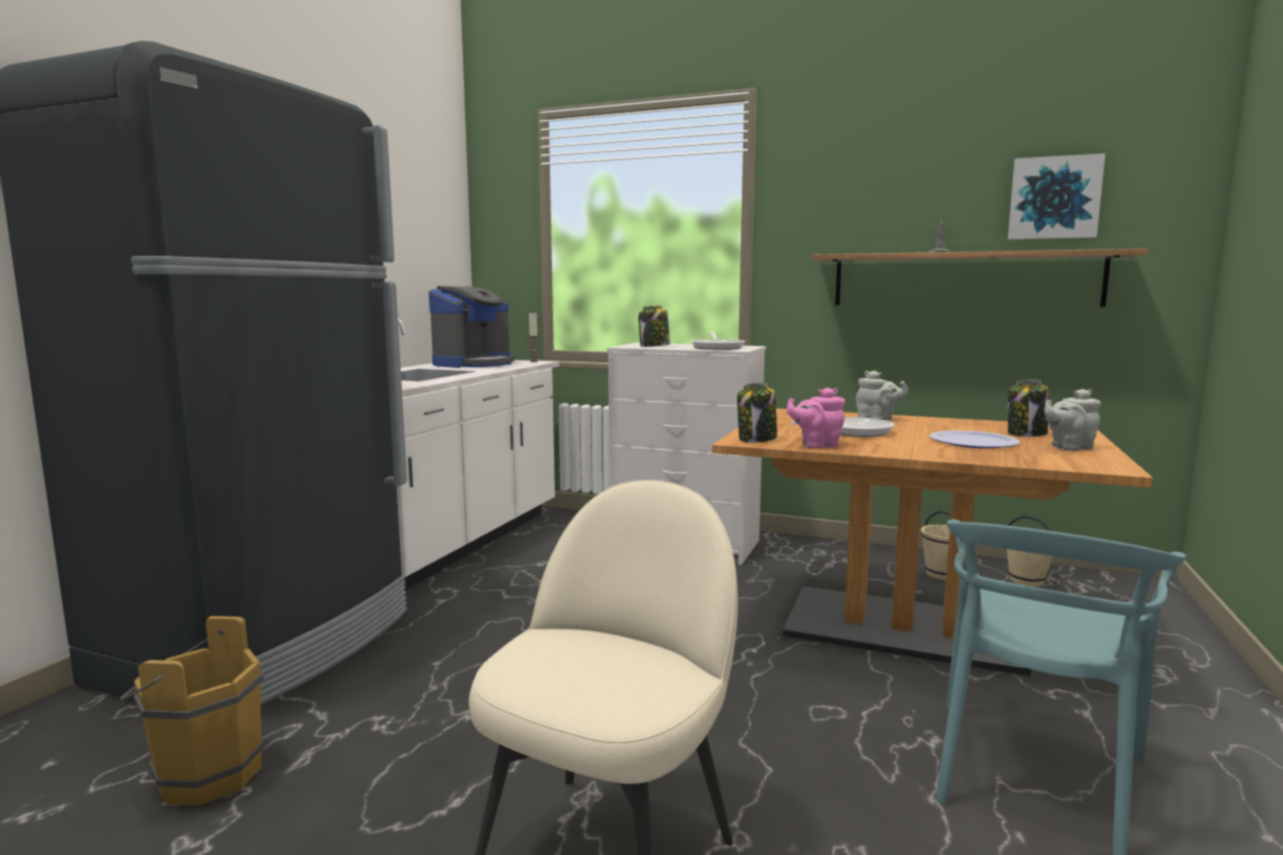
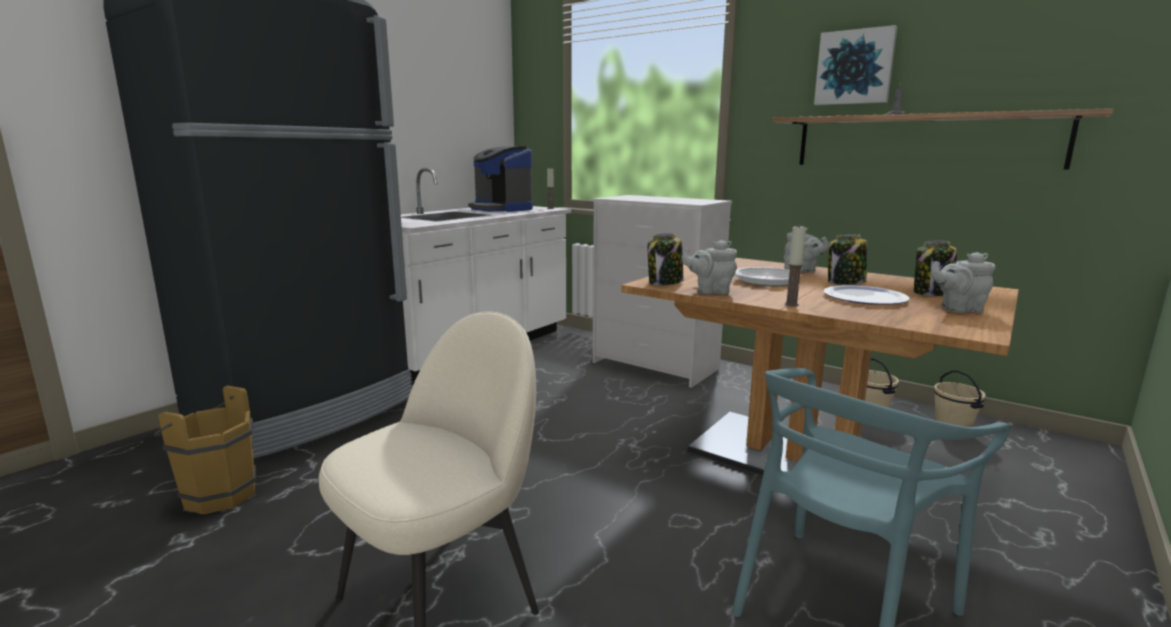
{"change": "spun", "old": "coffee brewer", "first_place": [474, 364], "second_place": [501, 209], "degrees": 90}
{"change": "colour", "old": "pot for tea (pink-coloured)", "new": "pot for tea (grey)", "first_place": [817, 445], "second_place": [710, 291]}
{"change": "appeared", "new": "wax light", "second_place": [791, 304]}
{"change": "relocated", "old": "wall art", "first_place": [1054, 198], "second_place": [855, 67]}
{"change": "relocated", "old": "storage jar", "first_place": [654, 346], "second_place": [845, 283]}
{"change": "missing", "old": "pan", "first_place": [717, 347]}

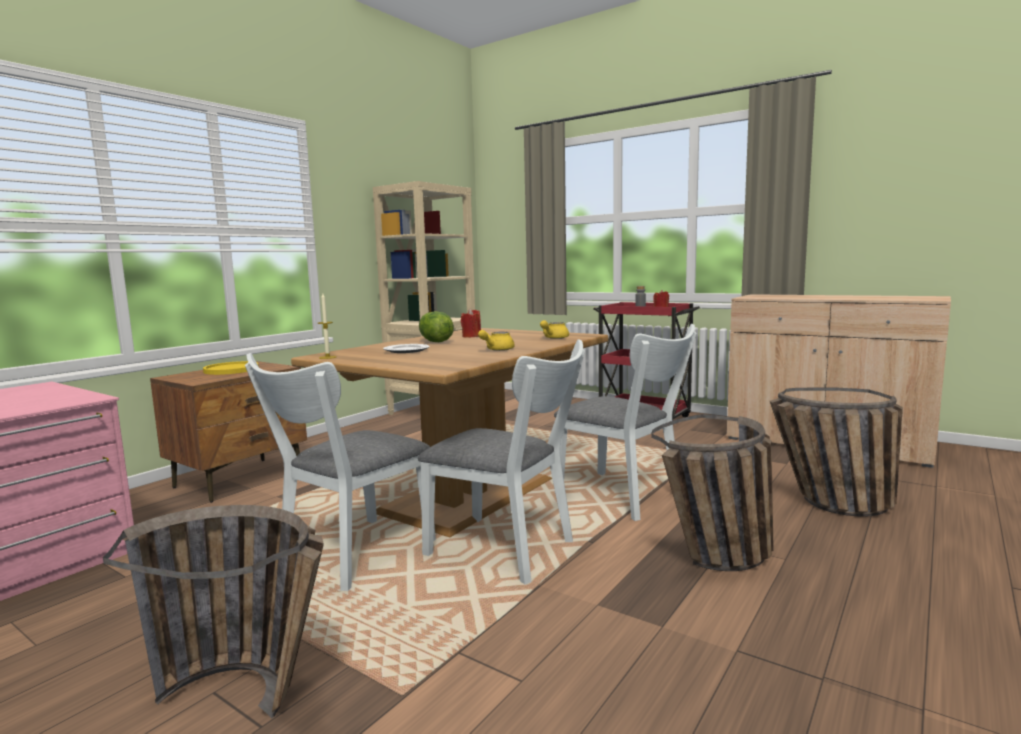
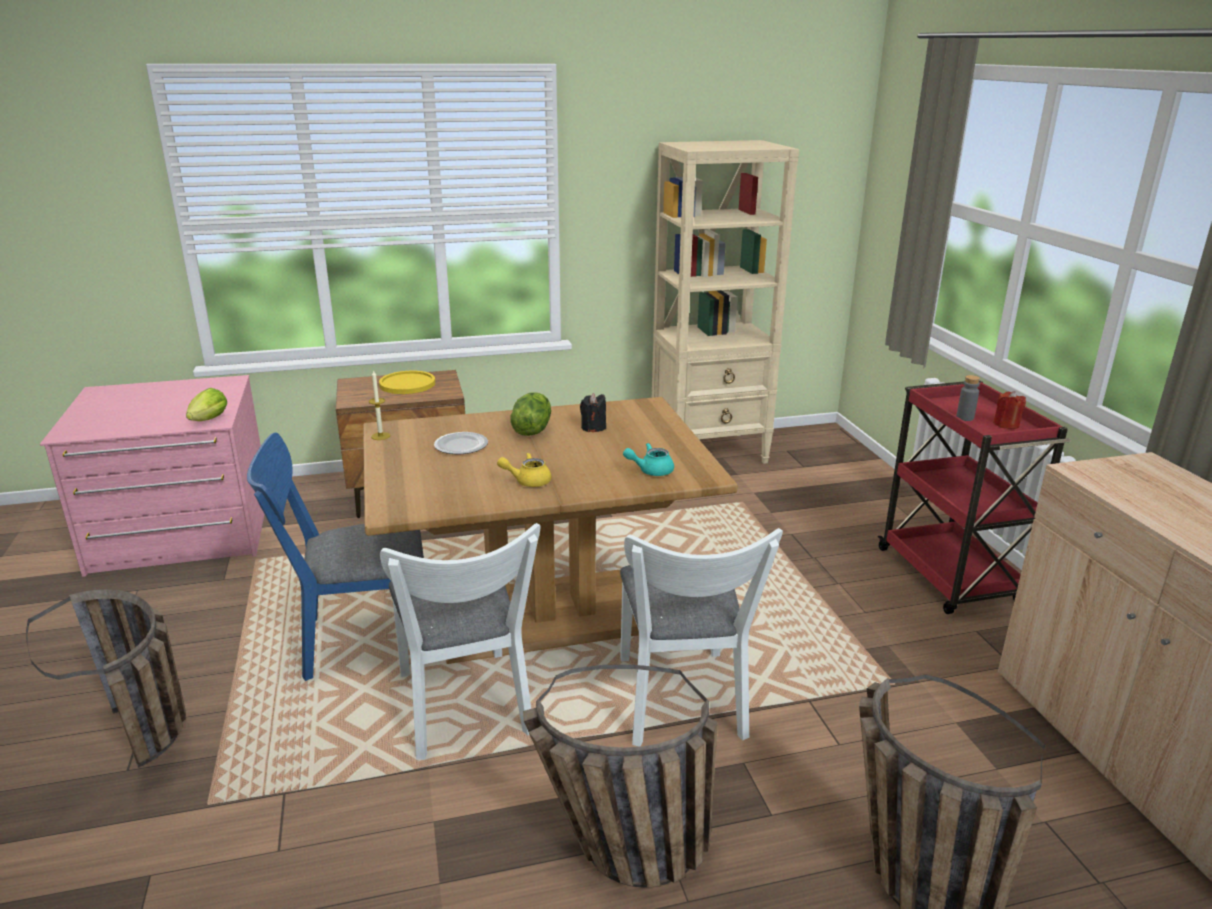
{"change": "appeared", "new": "head of lettuce", "second_place": [207, 421]}
{"change": "colour", "old": "plain chair (white)", "new": "plain chair (blue-coloured)", "first_place": [350, 557], "second_place": [356, 643]}
{"change": "colour", "old": "wax light (red)", "new": "wax light (black-coloured)", "first_place": [471, 336], "second_place": [593, 427]}
{"change": "colour", "old": "pot for tea (yellow)", "new": "pot for tea (turquoise)", "first_place": [553, 338], "second_place": [650, 471]}

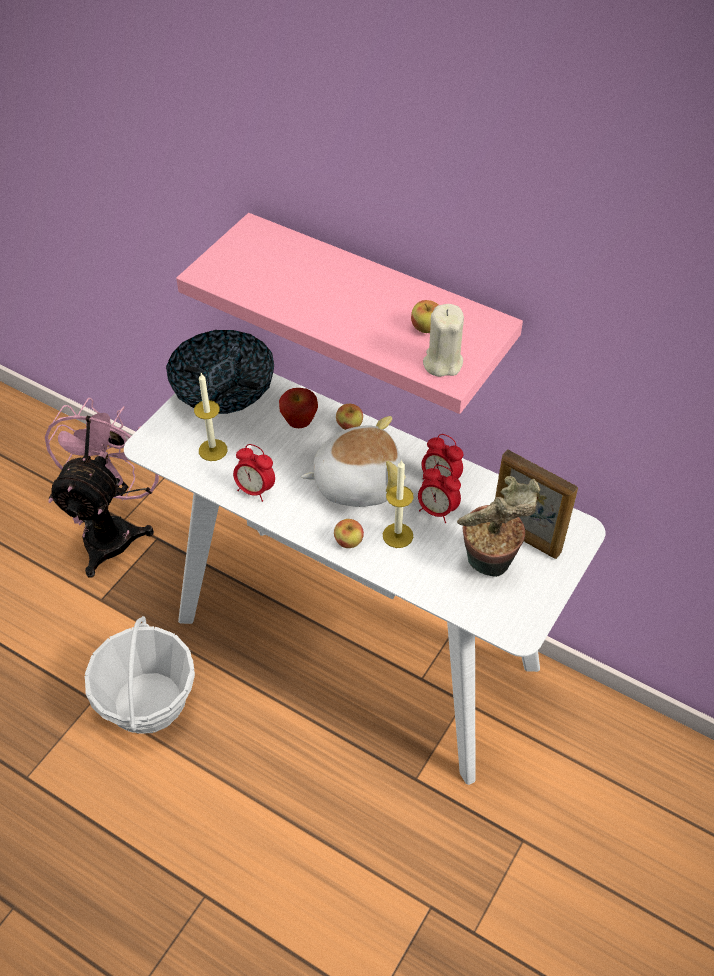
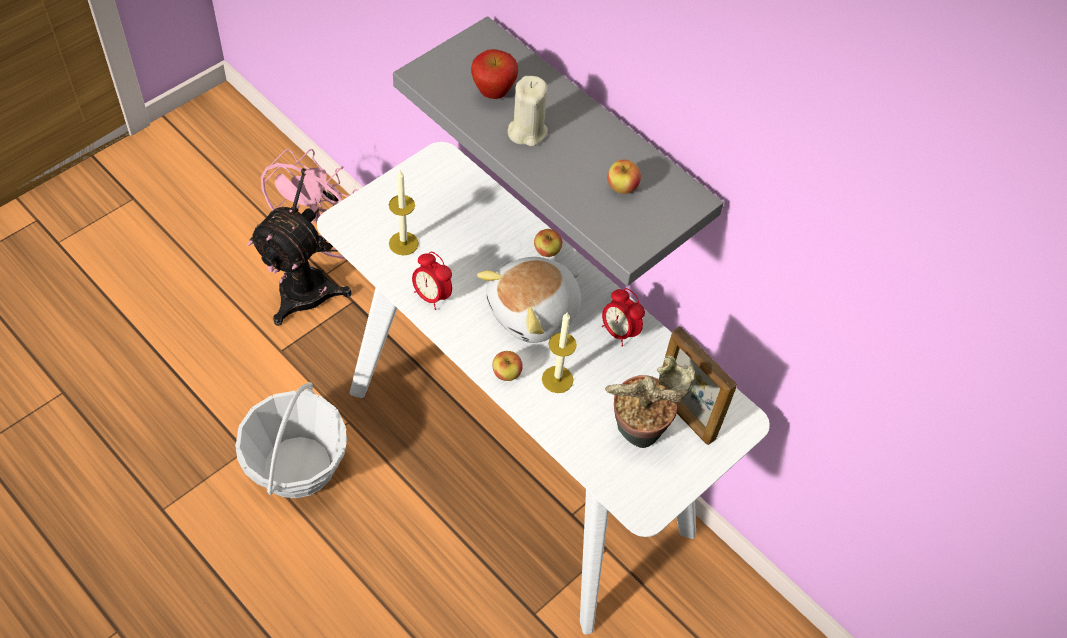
{"change": "colour", "old": "shelf (pink-coloured)", "new": "shelf (grey)", "first_place": [378, 303], "second_place": [594, 140]}
{"change": "relocated", "old": "apple fruit", "first_place": [299, 424], "second_place": [493, 94]}
{"change": "spun", "old": "plush toy", "first_place": [356, 482], "second_place": [535, 312], "degrees": 135}
{"change": "relocated", "old": "wax light (beige)", "first_place": [442, 363], "second_place": [527, 131]}
{"change": "missing", "old": "bowl", "first_place": [224, 393]}
{"change": "missing", "old": "alarm clock", "first_place": [437, 511]}

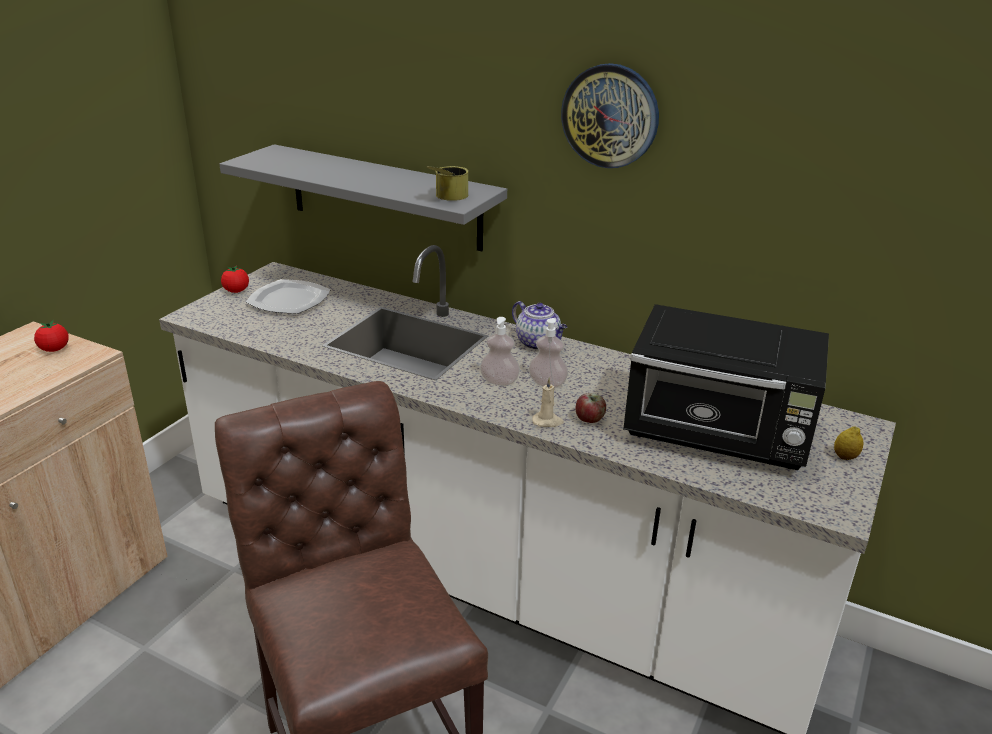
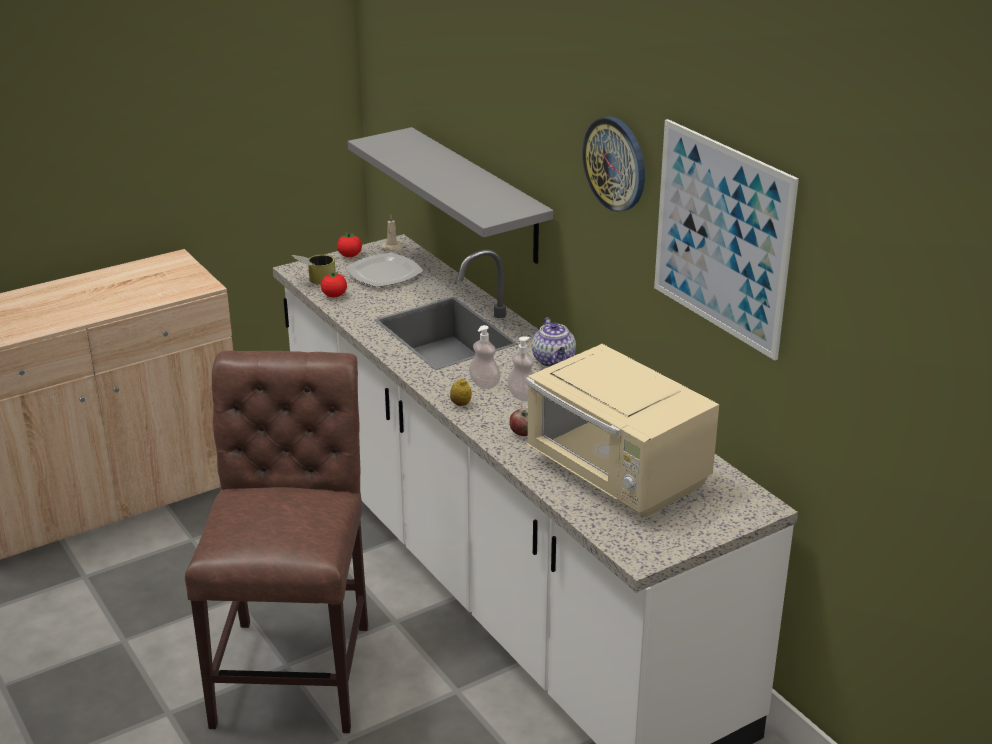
{"change": "relocated", "old": "can", "first_place": [447, 198], "second_place": [315, 281]}
{"change": "relocated", "old": "tomato", "first_place": [54, 349], "second_place": [334, 295]}
{"change": "relocated", "old": "wax light (beige)", "first_place": [548, 421], "second_place": [393, 248]}
{"change": "relocated", "old": "citrus fruit", "first_place": [845, 457], "second_place": [461, 404]}
{"change": "colour", "old": "microwave (black-coloured)", "new": "microwave (beige)", "first_place": [718, 434], "second_place": [617, 474]}
{"change": "appeared", "new": "wall art", "second_place": [722, 237]}

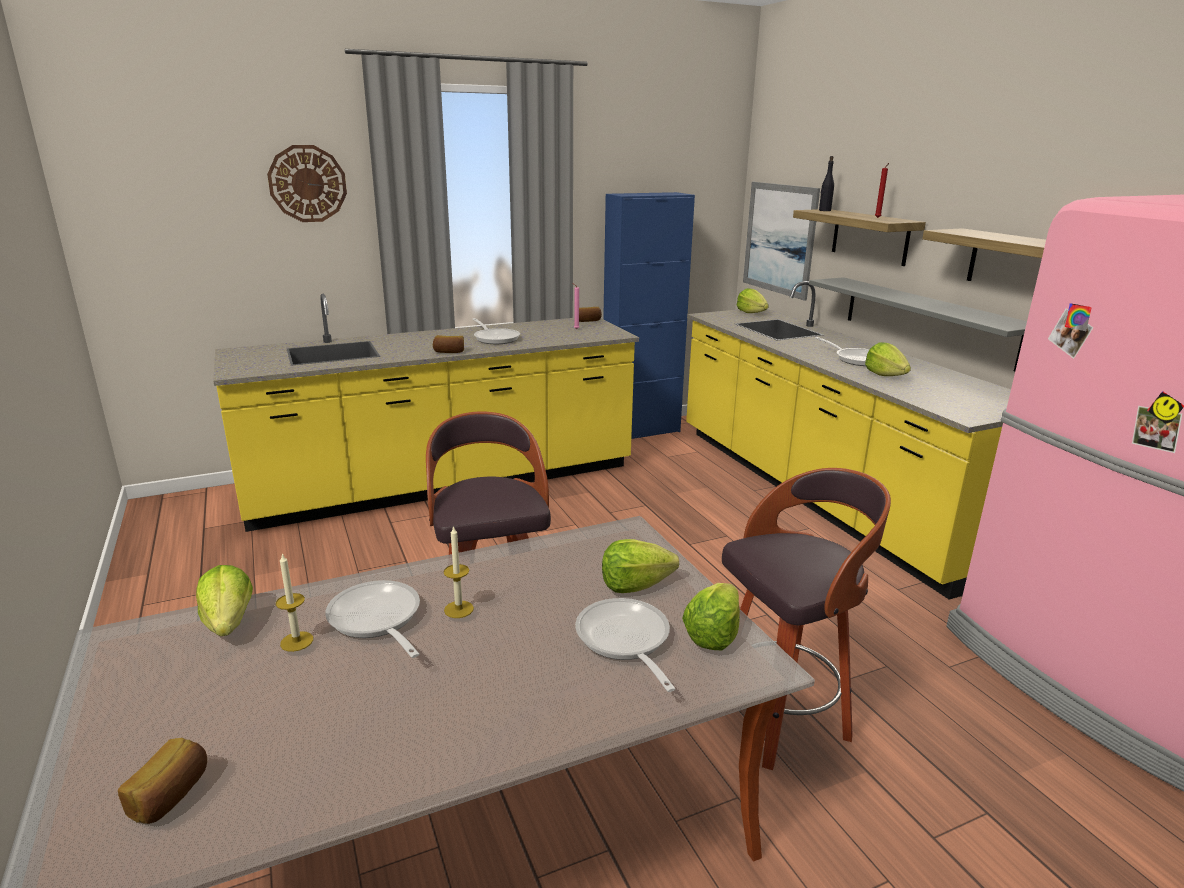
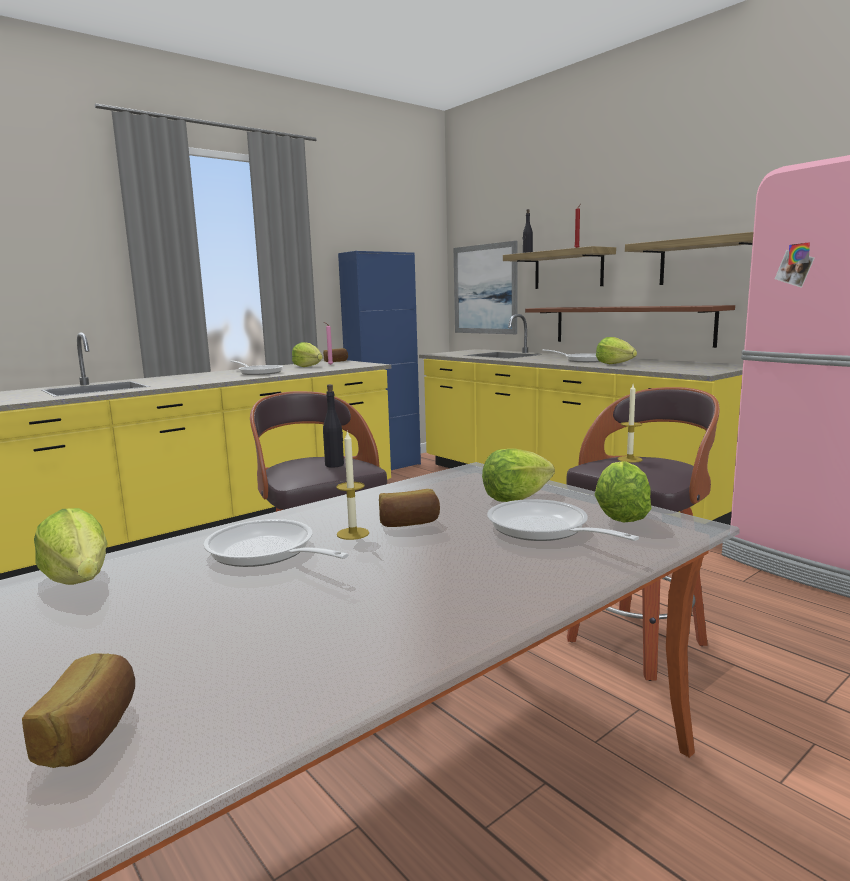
{"change": "relocated", "old": "head of lettuce", "first_place": [751, 313], "second_place": [308, 366]}
{"change": "appeared", "new": "drink bottle (black-coloured)", "second_place": [335, 465]}
{"change": "relocated", "old": "baked bread", "first_place": [449, 352], "second_place": [408, 523]}
{"change": "colour", "old": "shelf (grey)", "new": "shelf (brown-coloured)", "first_place": [927, 320], "second_place": [630, 325]}
{"change": "relocated", "old": "wax light", "first_place": [297, 641], "second_place": [629, 459]}
{"change": "missing", "old": "hanging clock", "first_place": [307, 184]}

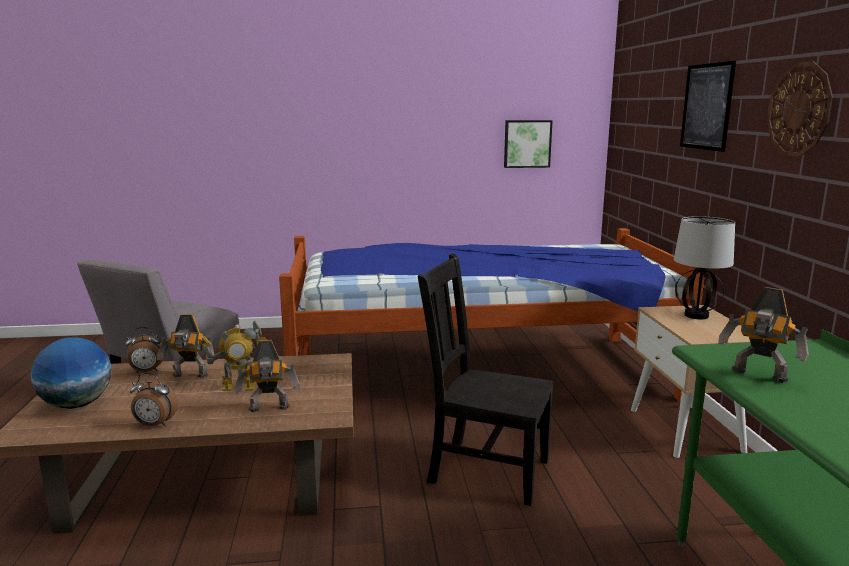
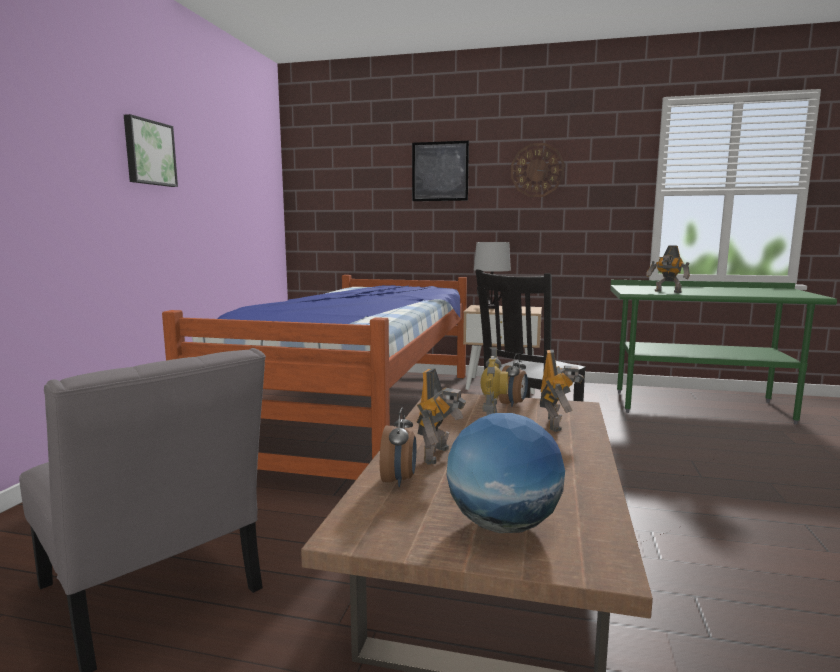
{"change": "relocated", "old": "wall art", "first_place": [527, 144], "second_place": [149, 153]}
{"change": "relocated", "old": "alarm clock", "first_place": [155, 425], "second_place": [513, 404]}
{"change": "spun", "old": "toy robot", "first_place": [759, 376], "second_place": [667, 292], "degrees": 75}

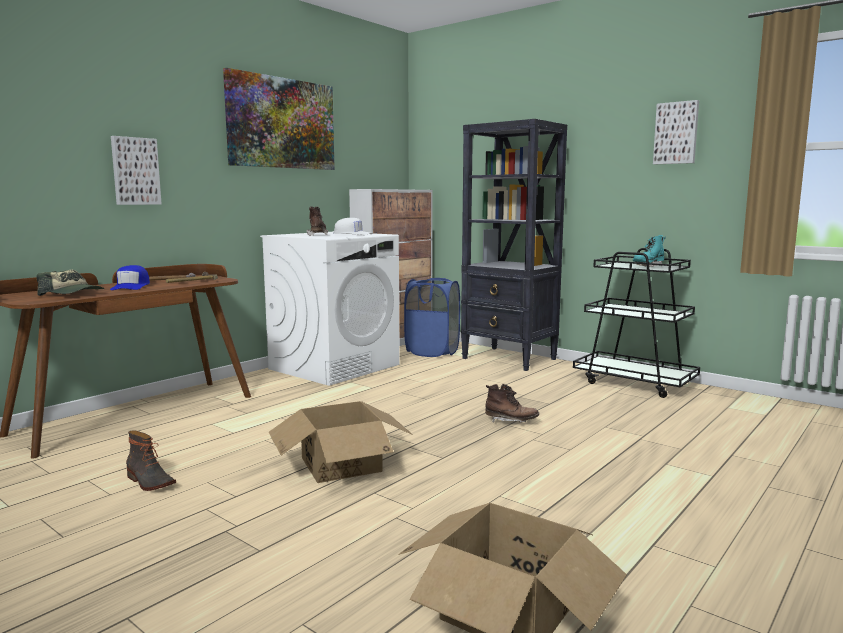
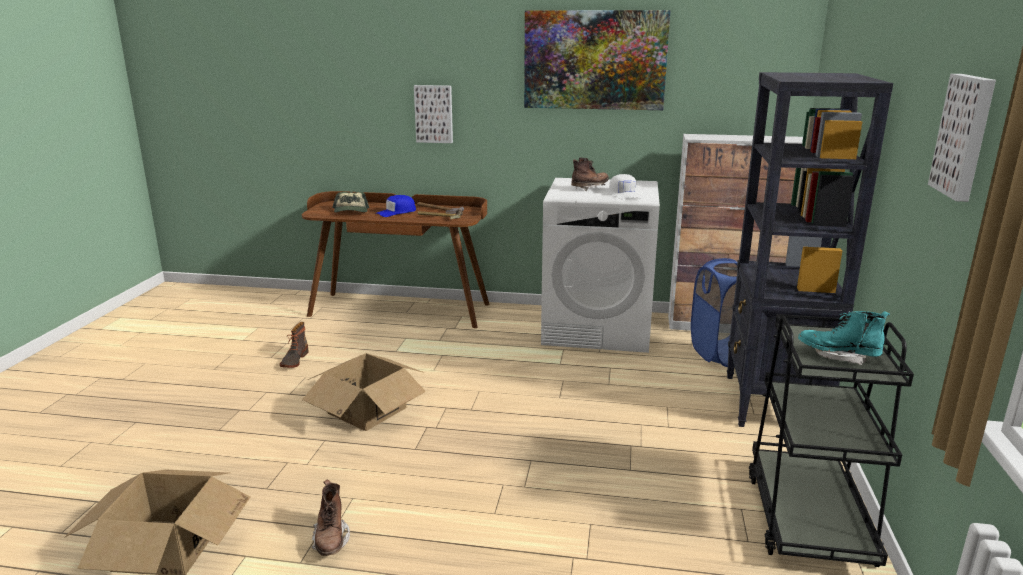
{"change": "relocated", "old": "boot (brown-coloured)", "first_place": [511, 421], "second_place": [331, 540]}

